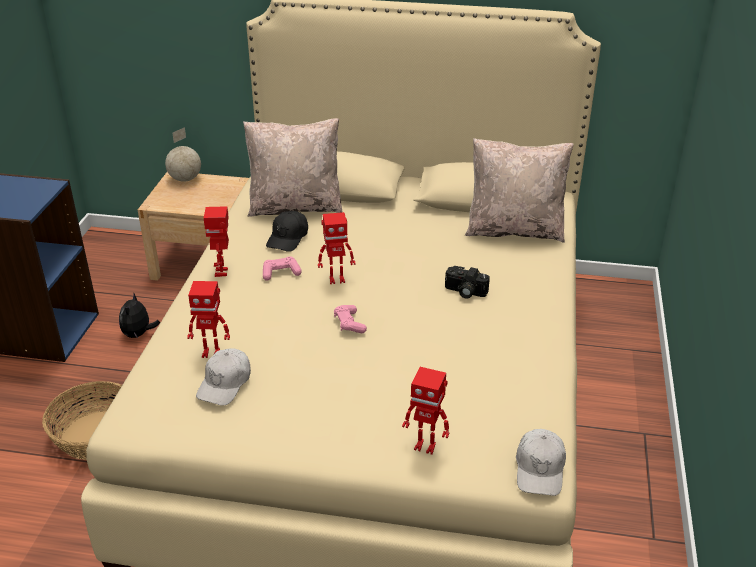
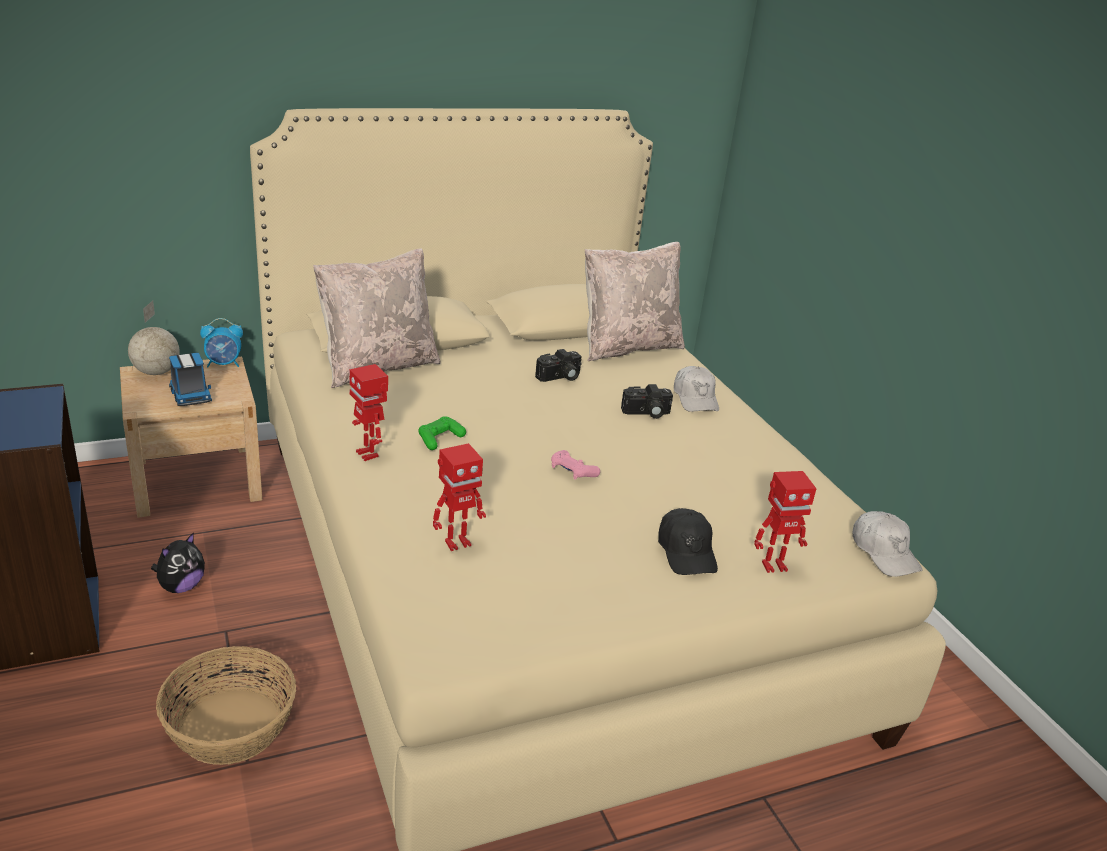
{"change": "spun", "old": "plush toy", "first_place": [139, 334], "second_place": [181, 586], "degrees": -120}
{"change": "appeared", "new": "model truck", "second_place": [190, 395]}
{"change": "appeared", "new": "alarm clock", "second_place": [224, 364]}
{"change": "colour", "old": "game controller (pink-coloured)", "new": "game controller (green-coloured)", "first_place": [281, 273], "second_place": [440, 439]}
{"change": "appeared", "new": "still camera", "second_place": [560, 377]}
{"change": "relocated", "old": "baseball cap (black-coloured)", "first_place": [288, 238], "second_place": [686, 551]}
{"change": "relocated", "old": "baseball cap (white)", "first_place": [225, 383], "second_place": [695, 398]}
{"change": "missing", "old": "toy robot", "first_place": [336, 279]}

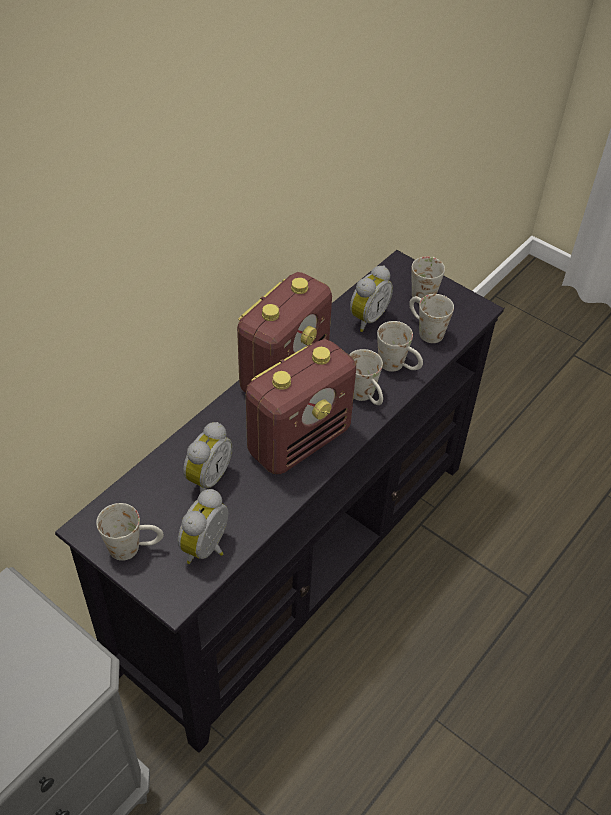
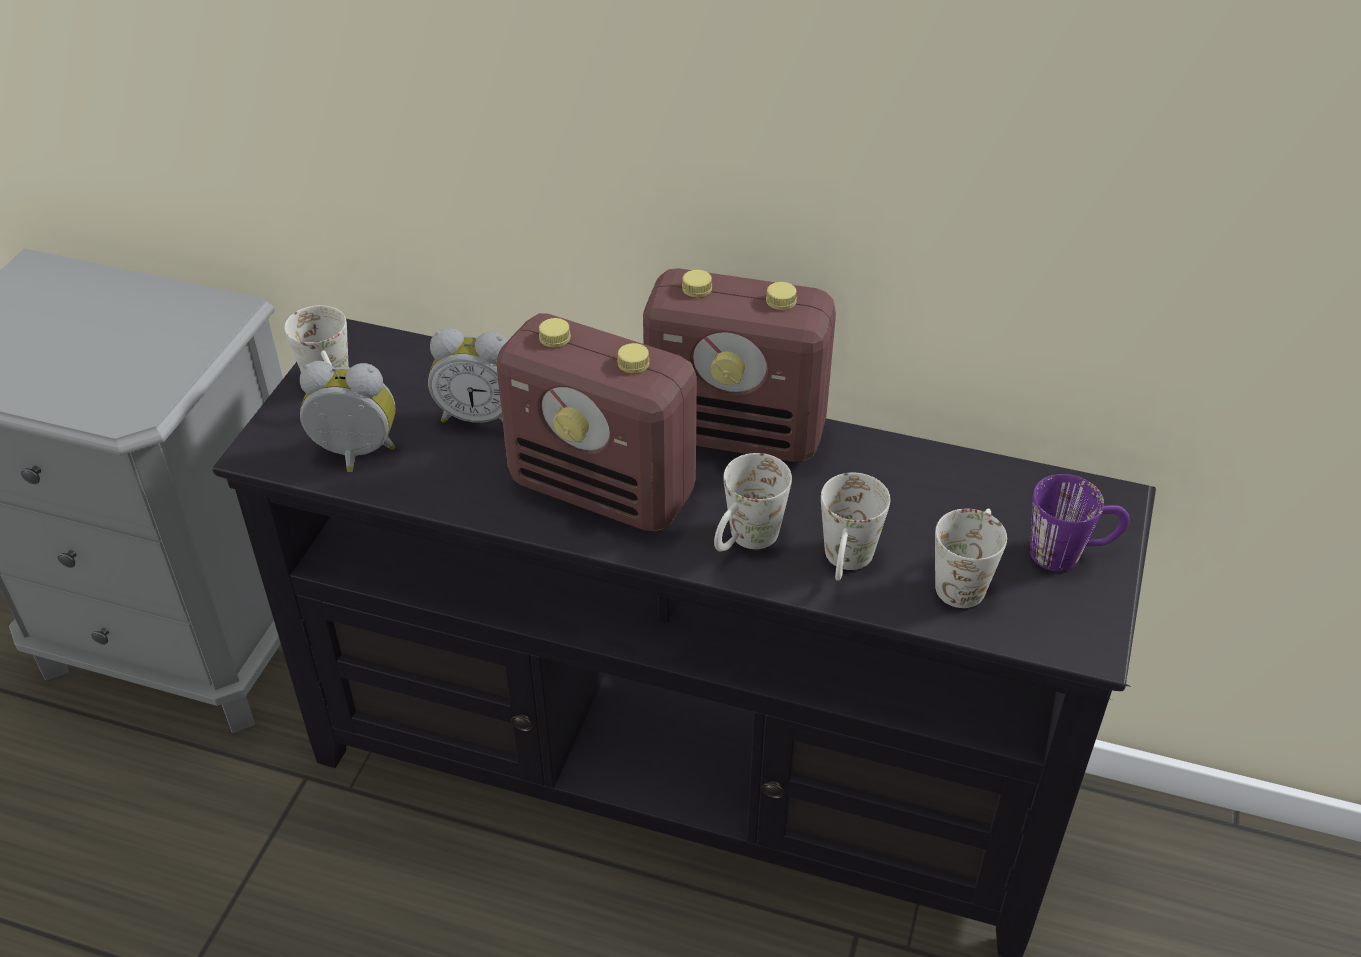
{"change": "colour", "old": "coffee mug (white)", "new": "coffee mug (purple-coloured)", "first_place": [425, 291], "second_place": [1070, 552]}
{"change": "missing", "old": "alarm clock", "first_place": [366, 318]}

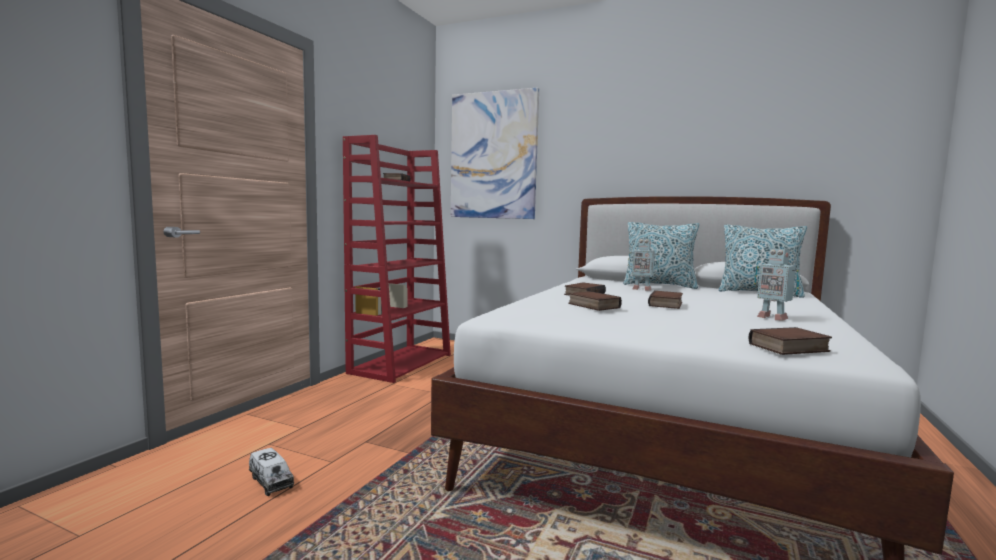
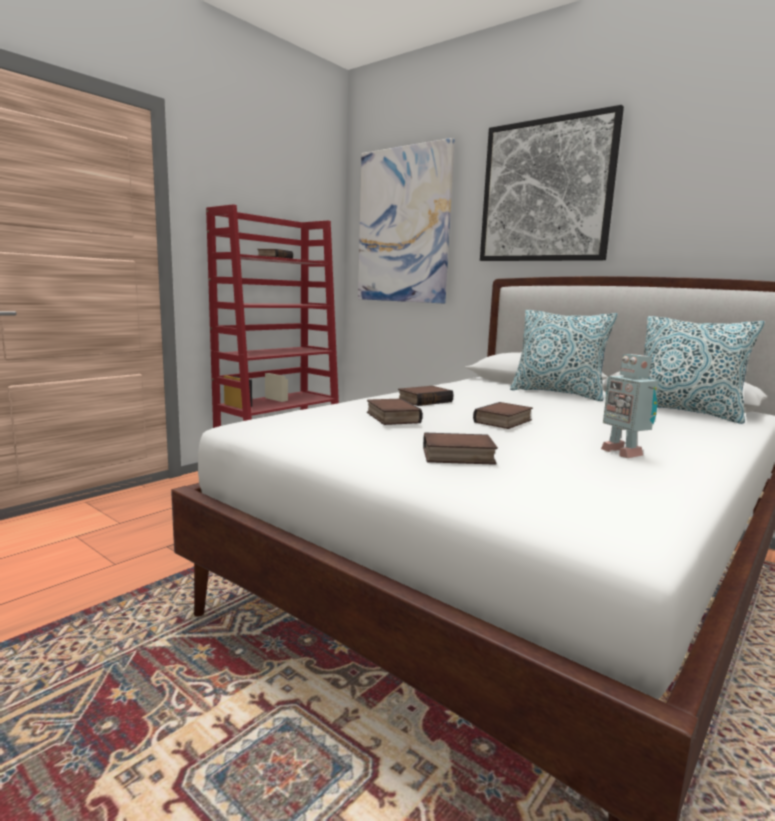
{"change": "relocated", "old": "book", "first_place": [789, 348], "second_place": [457, 456]}
{"change": "appeared", "new": "wall art", "second_place": [546, 191]}
{"change": "missing", "old": "model truck", "first_place": [271, 481]}
{"change": "missing", "old": "toy robot", "first_place": [641, 289]}

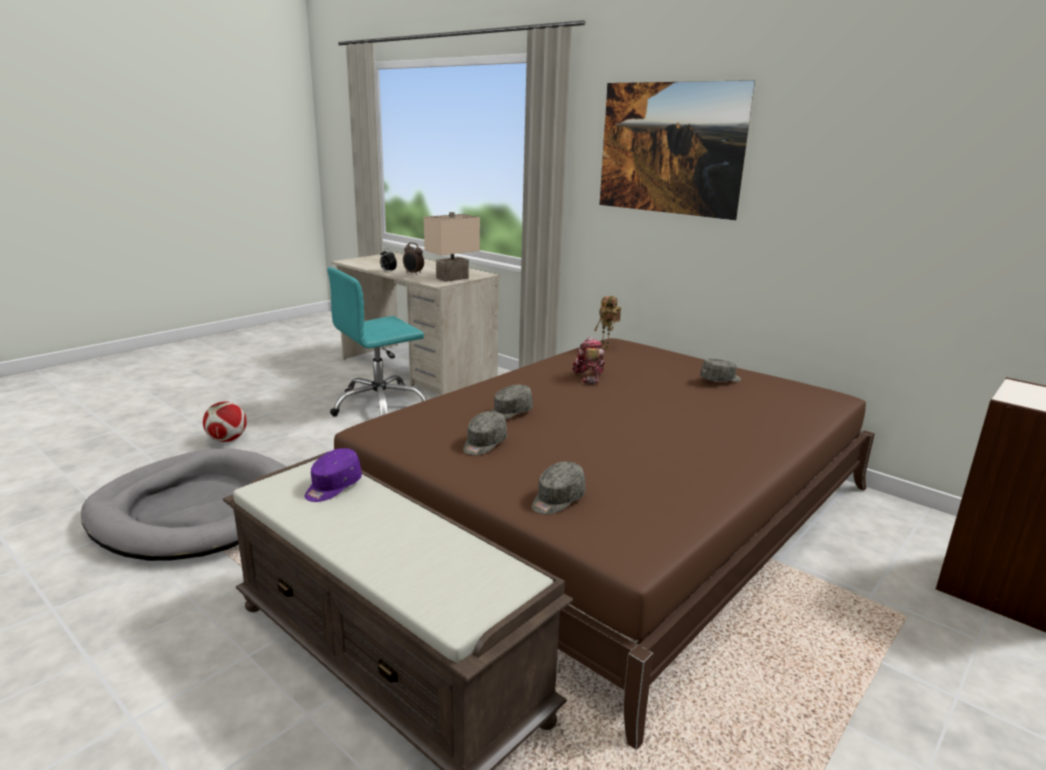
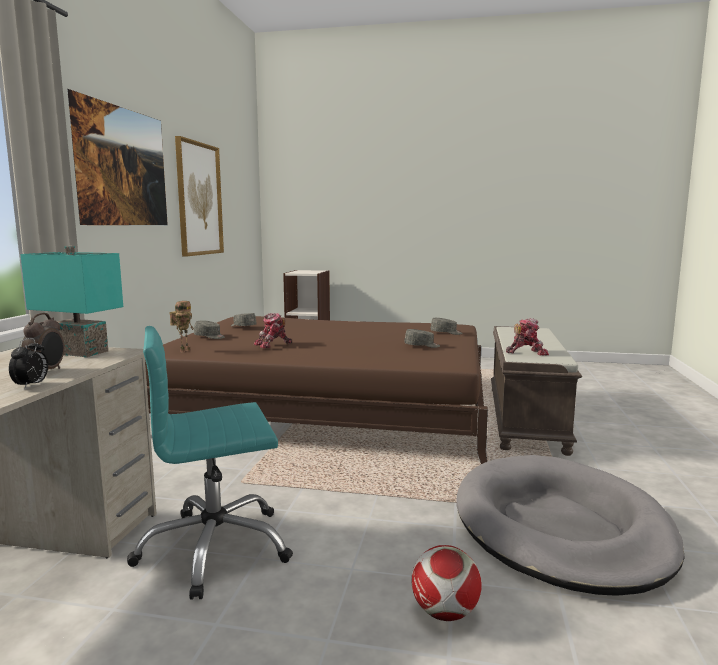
{"change": "colour", "old": "tabletop lamp (beige)", "new": "tabletop lamp (turquoise)", "first_place": [453, 278], "second_place": [82, 352]}
{"change": "spun", "old": "computer chair (turquoise)", "first_place": [379, 406], "second_place": [215, 548], "degrees": 135}
{"change": "appeared", "new": "wall art", "second_place": [199, 199]}
{"change": "relocated", "old": "baseball cap (grey)", "first_place": [509, 412], "second_place": [210, 337]}
{"change": "exchanged", "old": "baseball cap (purple-coloured)", "new": "toy robot", "first_place": [332, 487], "second_place": [527, 352]}

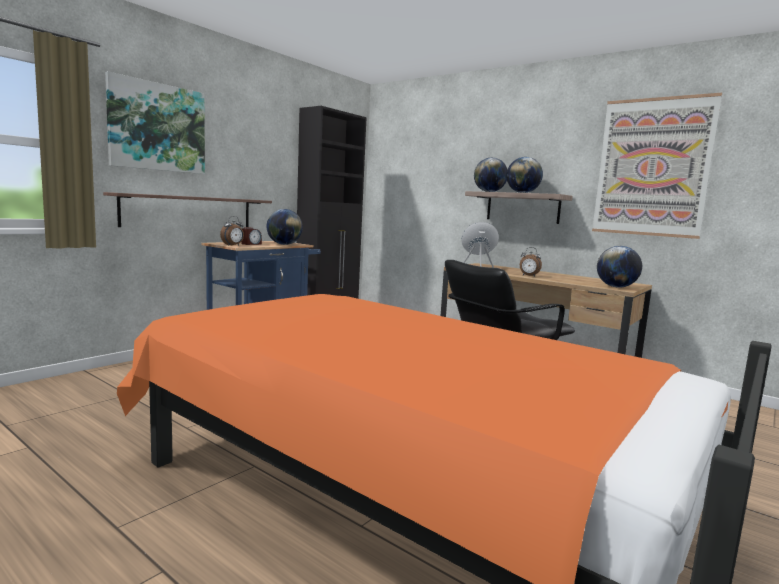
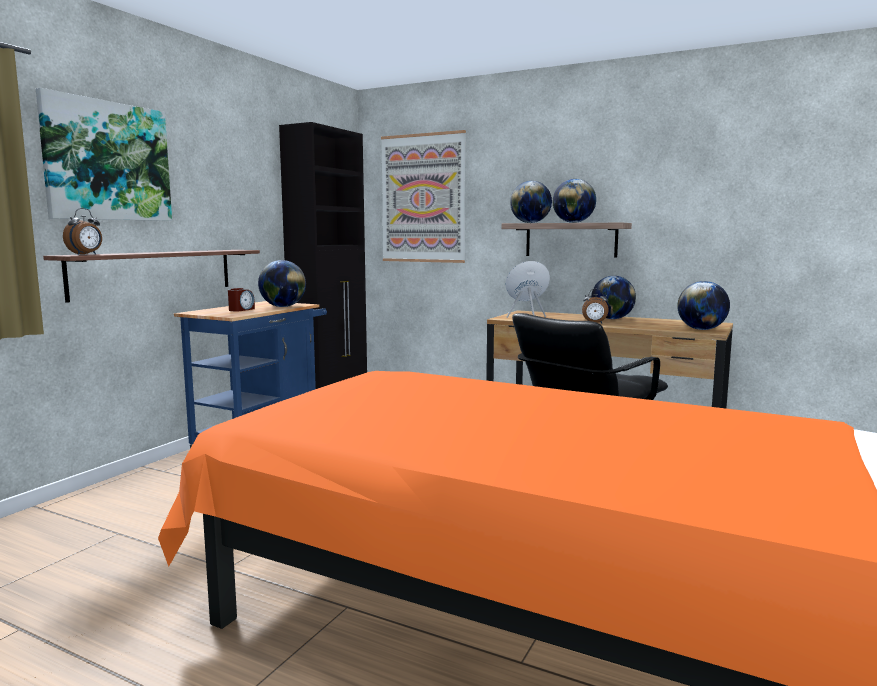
{"change": "relocated", "old": "alarm clock", "first_place": [233, 245], "second_place": [86, 254]}
{"change": "relocated", "old": "wall art", "first_place": [652, 167], "second_place": [423, 198]}
{"change": "appeared", "new": "globe", "second_place": [612, 319]}

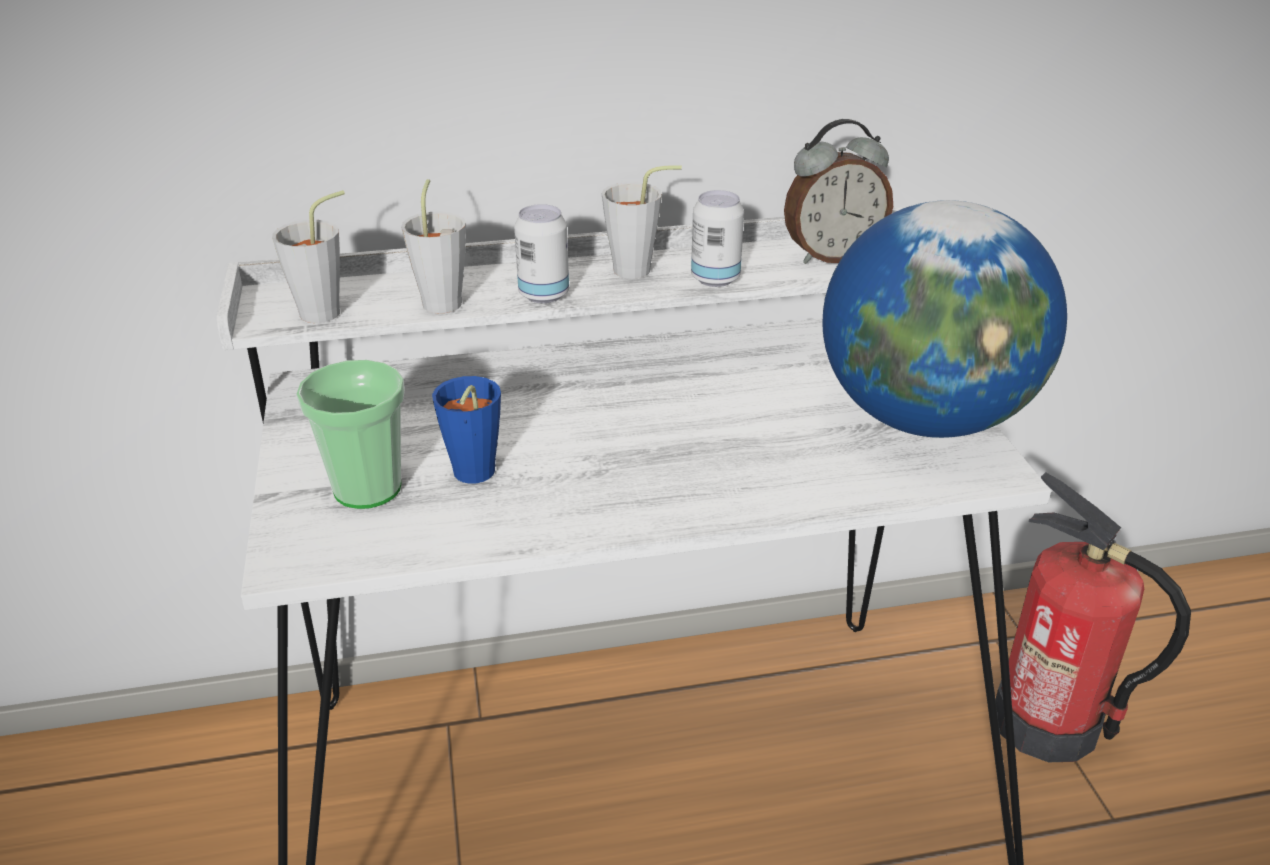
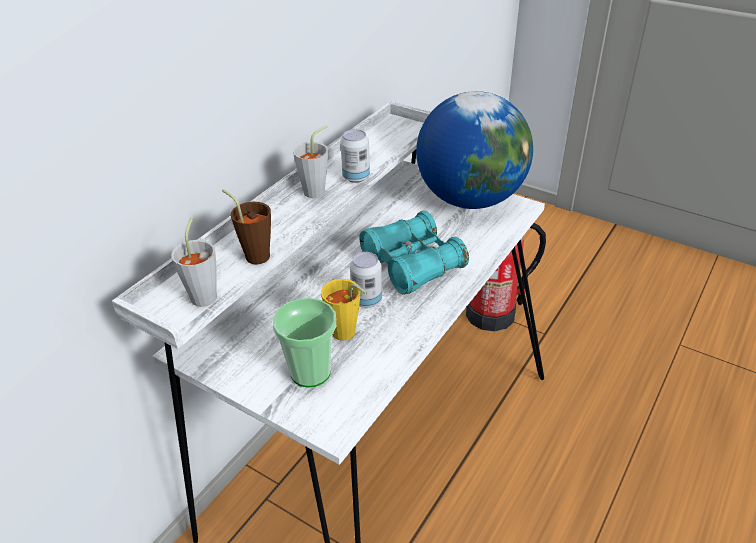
{"change": "colour", "old": "drinking cup (grey)", "new": "drinking cup (brown-coloured)", "first_place": [443, 299], "second_place": [254, 254]}
{"change": "colour", "old": "drinking cup (blue-coloured)", "new": "drinking cup (yellow)", "first_place": [471, 477], "second_place": [347, 335]}
{"change": "relocated", "old": "can", "first_place": [544, 295], "second_place": [366, 300]}
{"change": "appeared", "new": "pair of binoculars (turquoise)", "second_place": [412, 264]}
{"change": "missing", "old": "alarm clock", "first_place": [831, 256]}

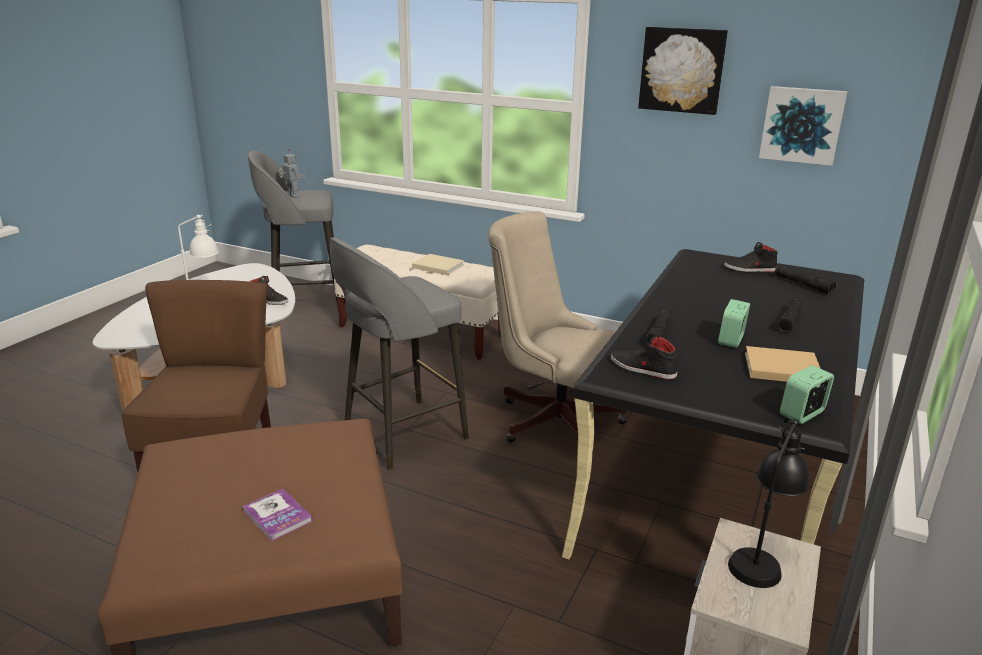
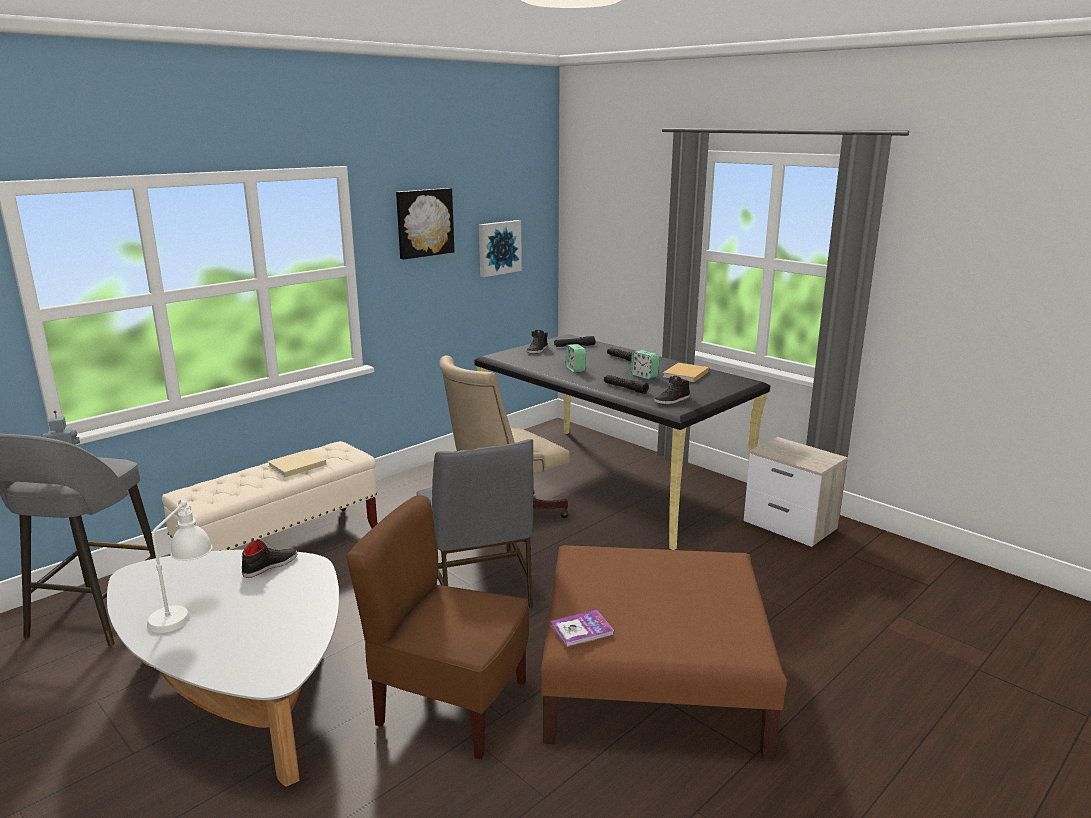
{"change": "exchanged", "old": "stool seat (grey)", "new": "plain chair (grey)", "first_place": [401, 434], "second_place": [478, 588]}
{"change": "relocated", "old": "book", "first_place": [277, 516], "second_place": [581, 630]}
{"change": "relocated", "old": "alarm clock", "first_place": [802, 414], "second_place": [575, 369]}
{"change": "missing", "old": "tabletop lamp (black-coloured)", "first_place": [760, 556]}

